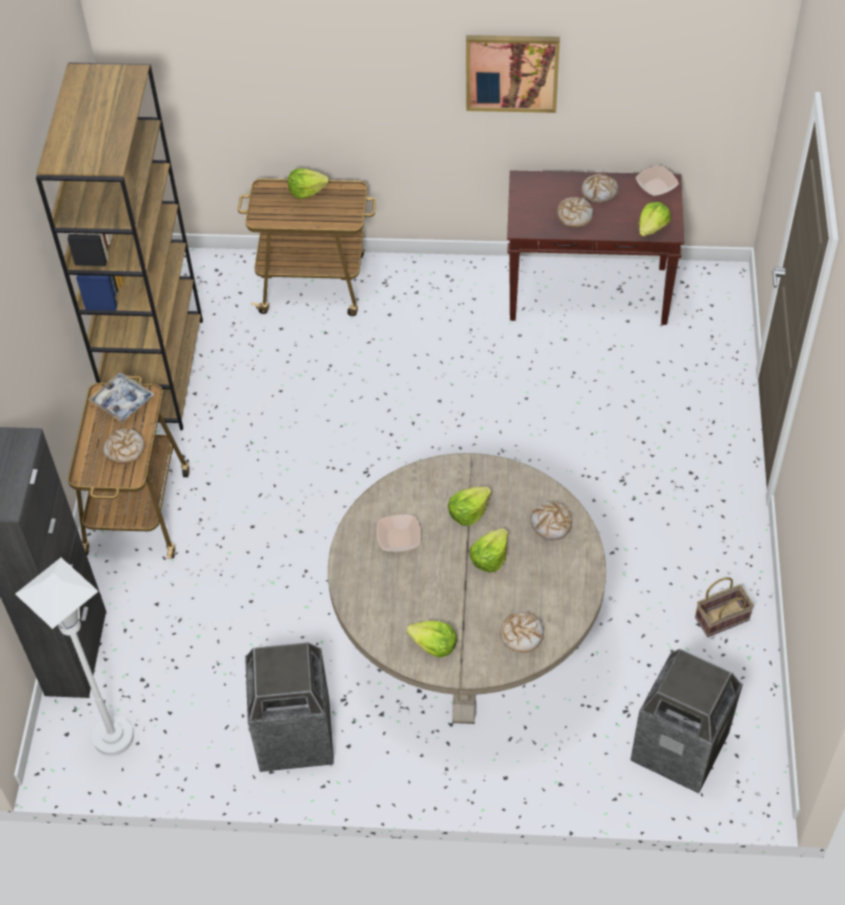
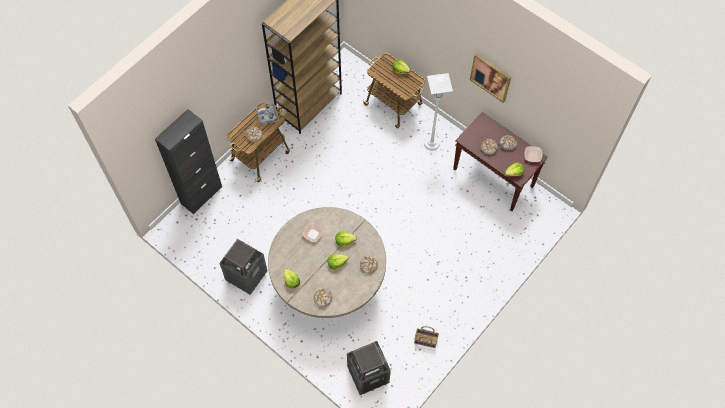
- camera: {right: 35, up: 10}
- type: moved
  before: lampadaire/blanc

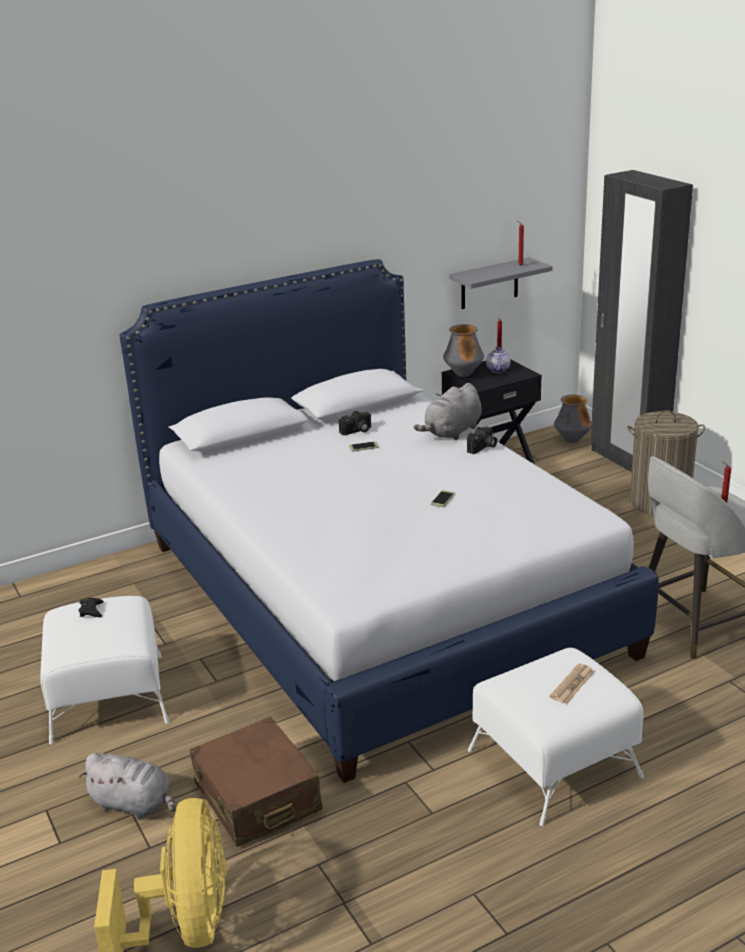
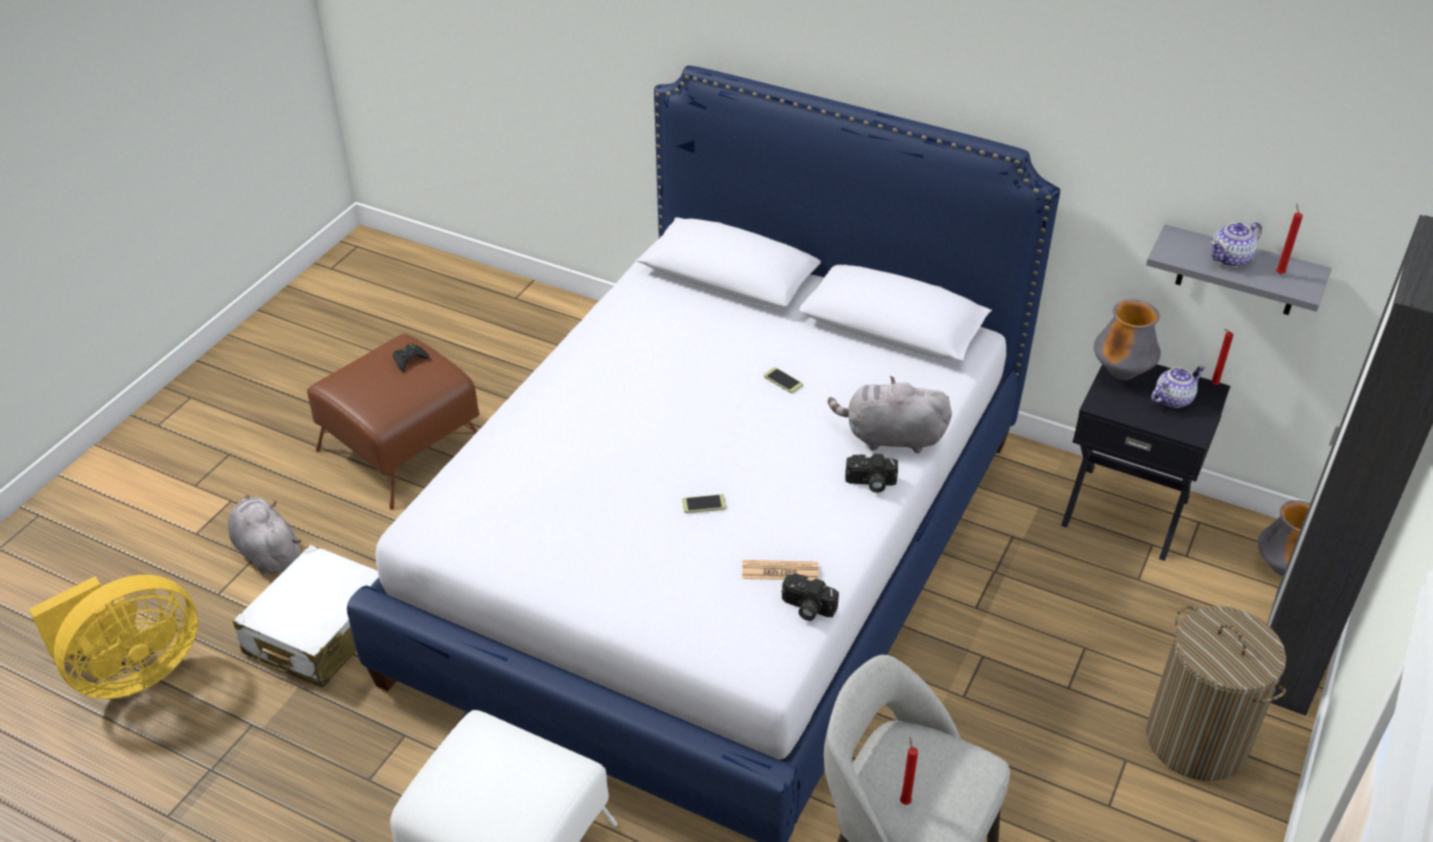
- camera: {right: 55, up: 15}
- type: moved
  before: appareil photo (1st from left)
- type: recoloured
  before: pouf/blanc (1st from left)
  after: pouf/marron
- type: moved
  before: journal
- type: recoloured
  before: valise/marron
  after: valise/blanc
- type: turned
  before: peluche/gris (1st from left)
  turn: 150
- type: added
  after: théière (2nd from left)

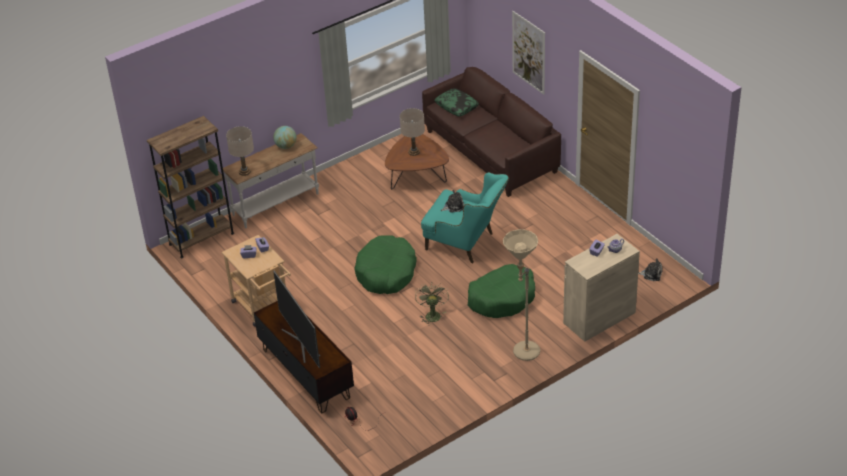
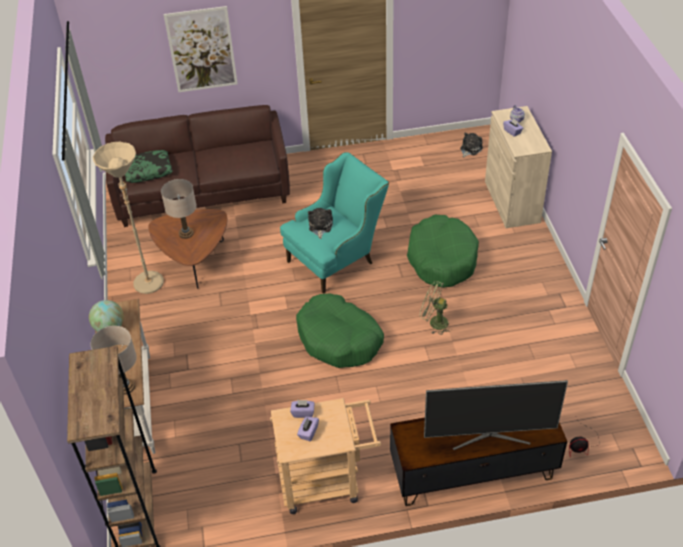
- camera: {right: -65, up: 5}
- type: moved
  before: lampadaire/beige

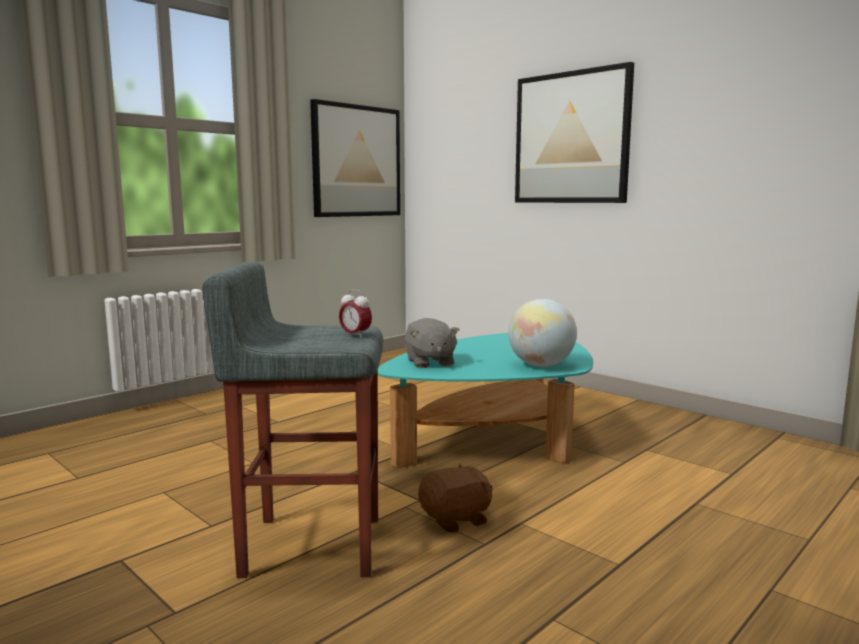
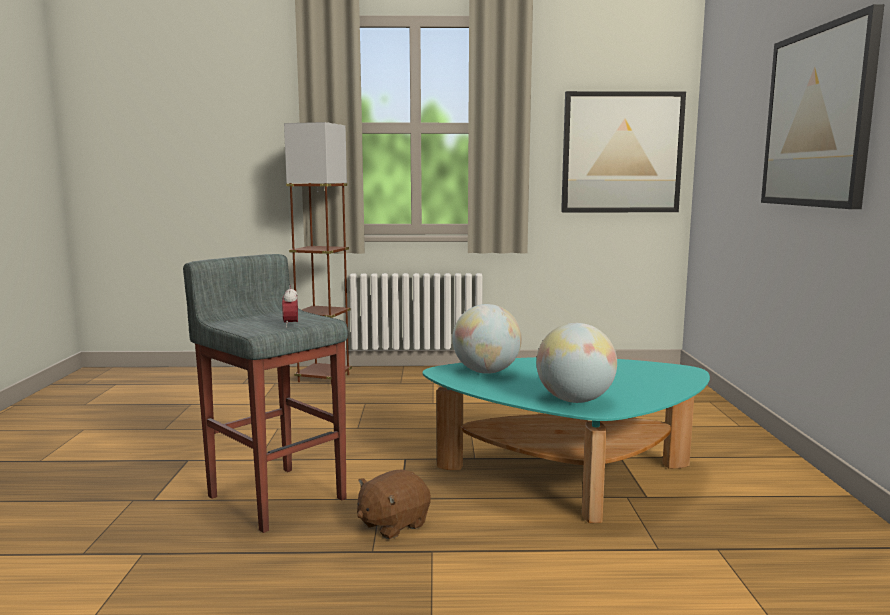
- camera: {right: 45, up: 0}
- type: replaced
  before: peluche/gris
  after: globe (1st from left)
- type: turned
  before: peluche/marron
  turn: 120
- type: added
  after: lampadaire/marron

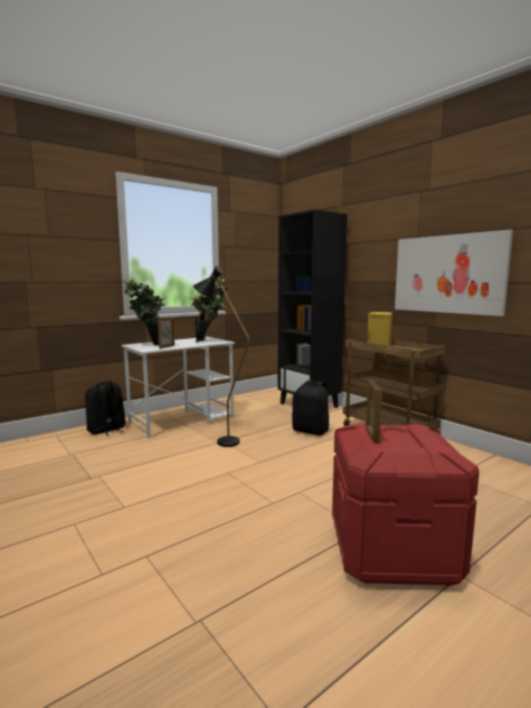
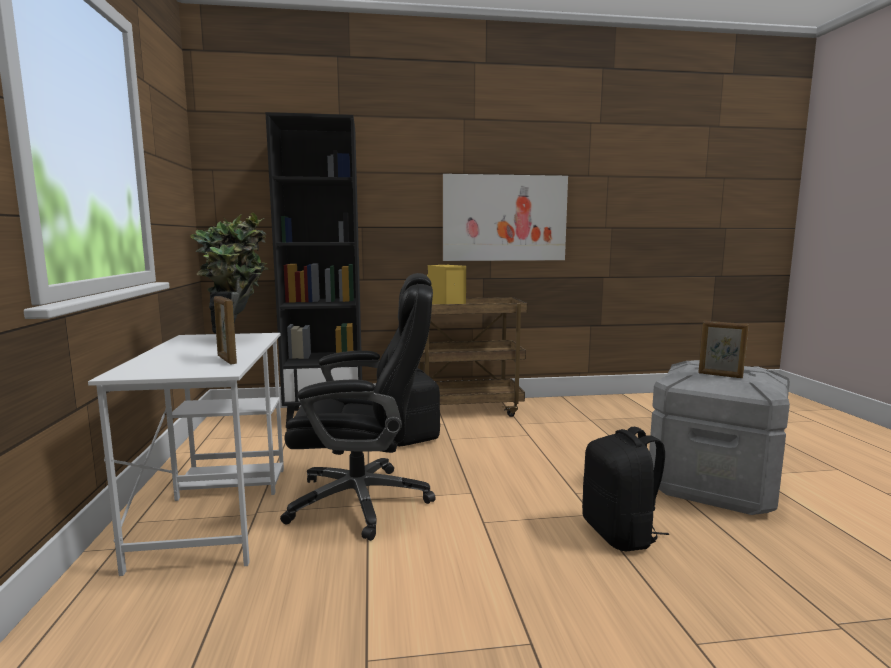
- camera: {right: -60, up: 0}
- type: replaced
  before: lampadaire/noir
  after: chaise de bureau/noir
- type: removed
  before: plante en pot (1st from left)
- type: moved
  before: sac à dos/noir (1st from left in the first image)
  after: sac à dos/noir (2nd from left)
- type: recoloured
  before: boîte de rangement/rouge
  after: boîte de rangement/gris

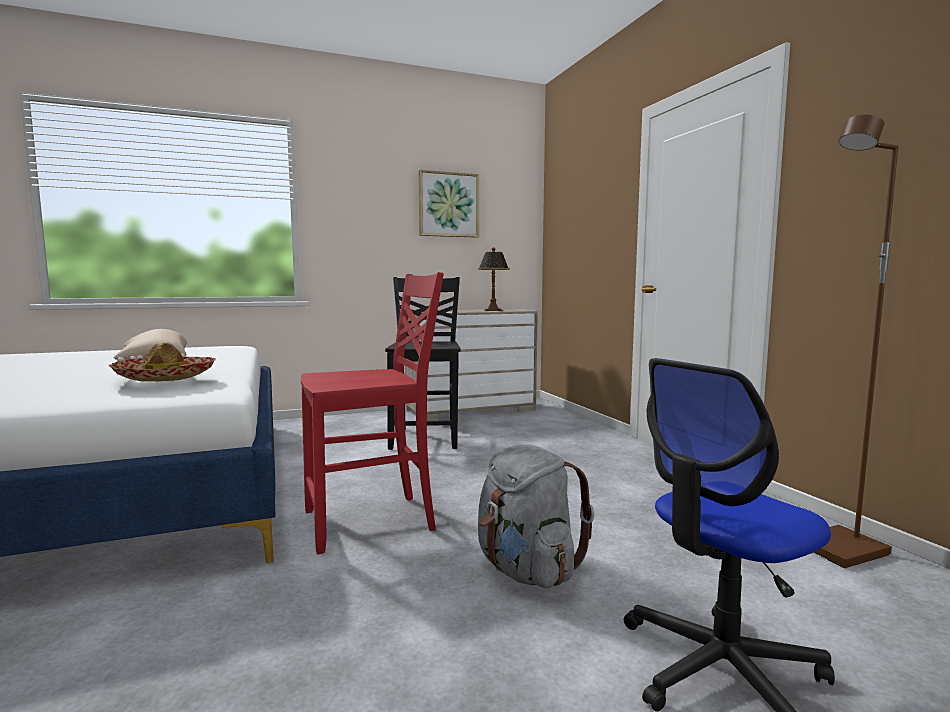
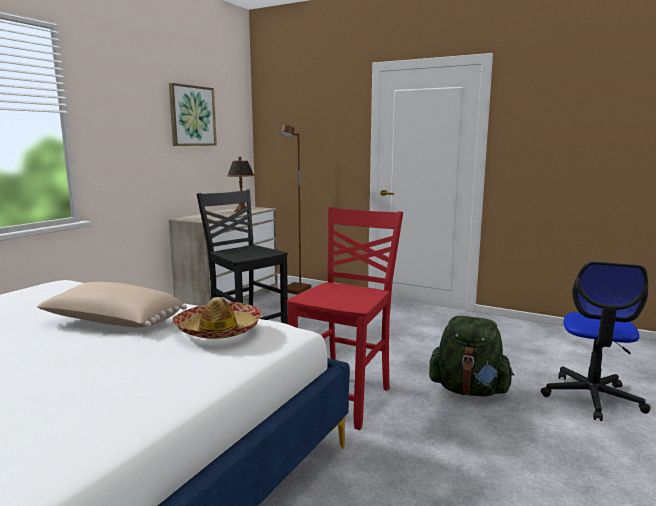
- camera: {right: -40, up: 5}
- type: moved
  before: lampadaire/marron
- type: recoloured
  before: sac à dos/gris
  after: sac à dos/vert

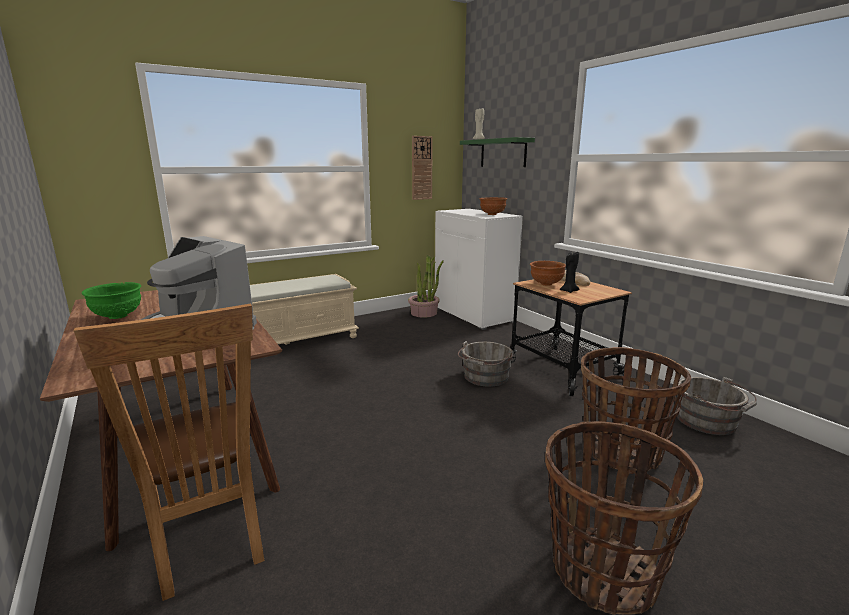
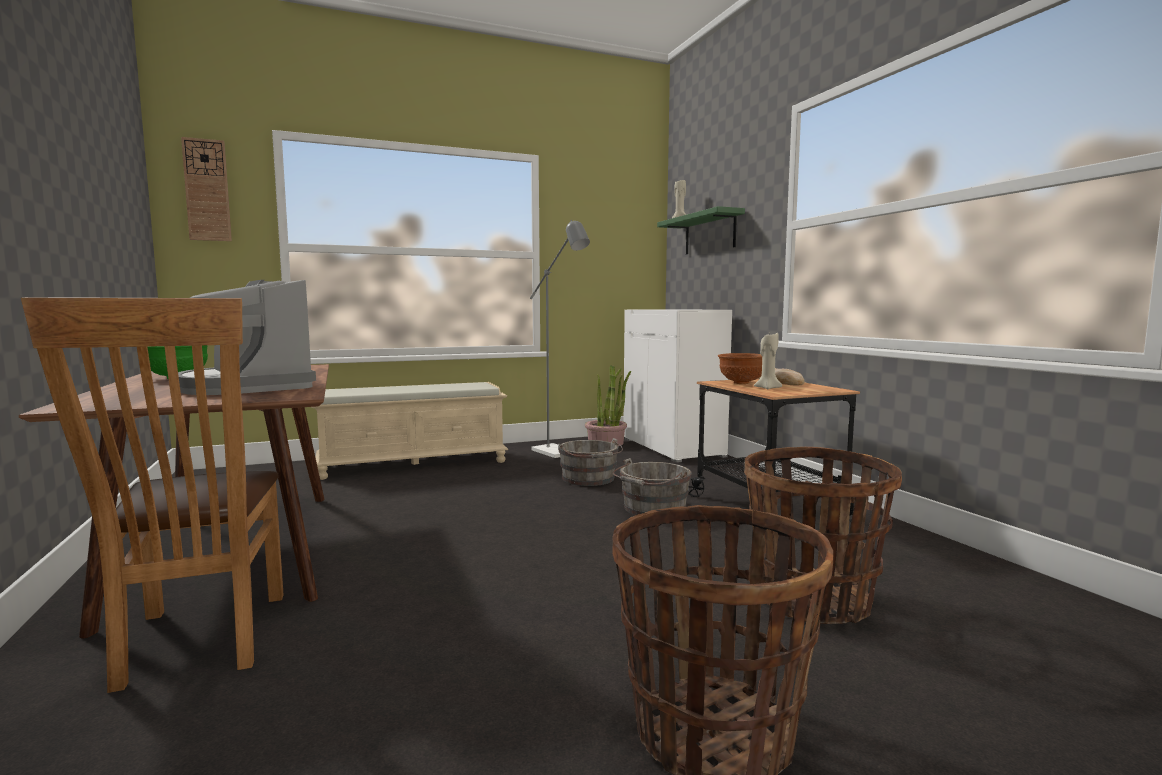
- camera: {right: 10, up: -10}
- type: moved
  before: horloge murale
- type: removed
  before: bol/marron (1st from left)
- type: recoloured
  before: bougie/noir
  after: bougie/beige (2nd from left)
- type: moved
  before: seau/gris (2nd from left in the first image)
  after: seau/gris (1st from left)
- type: added
  after: lampadaire/gris

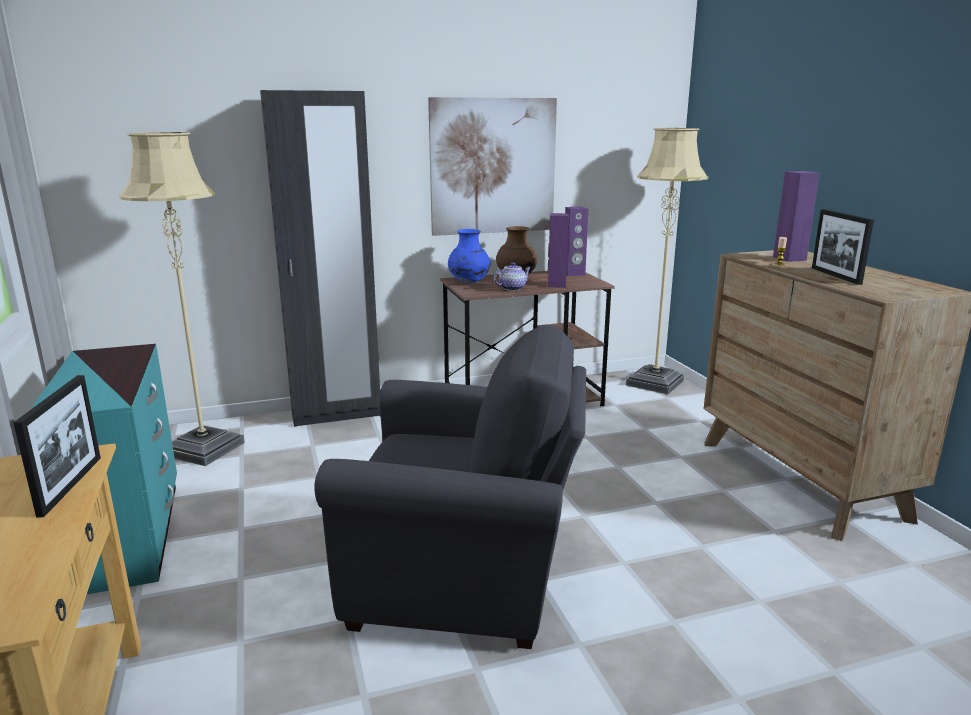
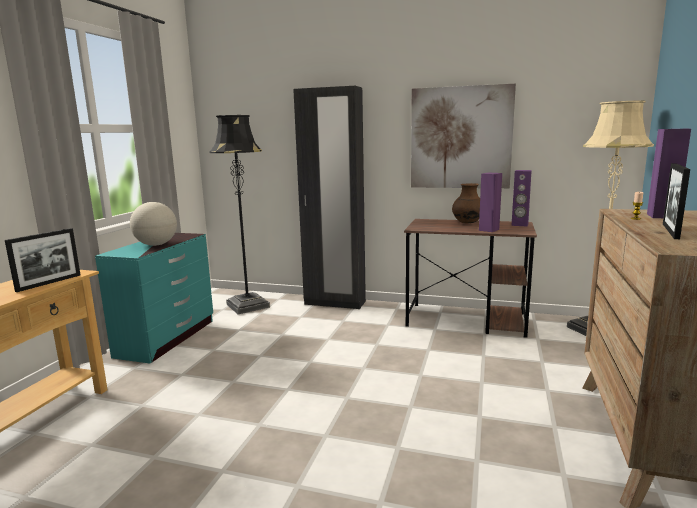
- camera: {right: 35, up: -5}
- type: recoloured
  before: lampadaire/beige (1st from left)
  after: lampadaire/noir
- type: removed
  before: vase/bleu
- type: removed
  before: théière
- type: removed
  before: fauteuil/gris
- type: added
  after: globe

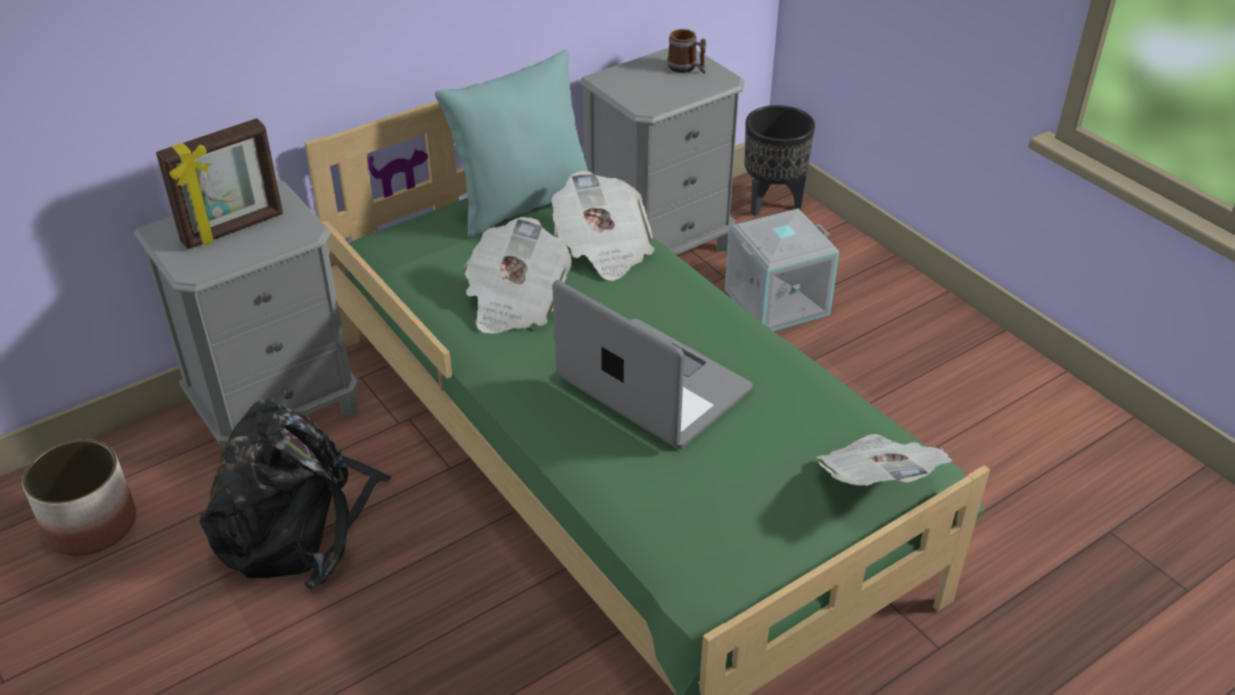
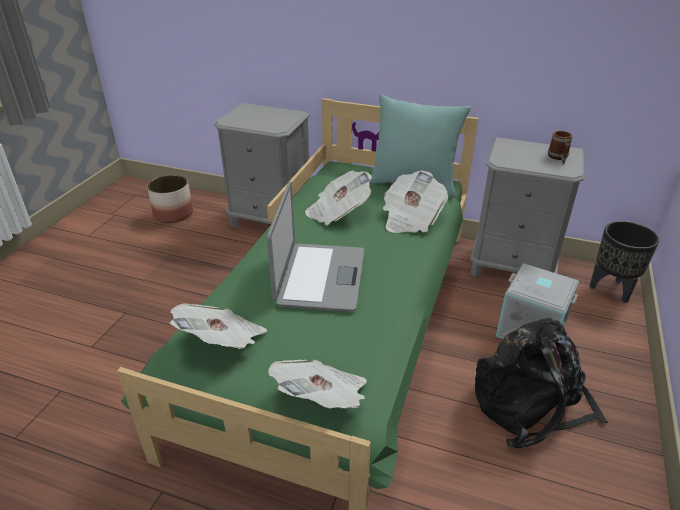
- camera: {right: 55, up: -5}
- type: removed
  before: cadre photo
- type: moved
  before: sac à dos/noir
- type: added
  after: journal (1st from left)

